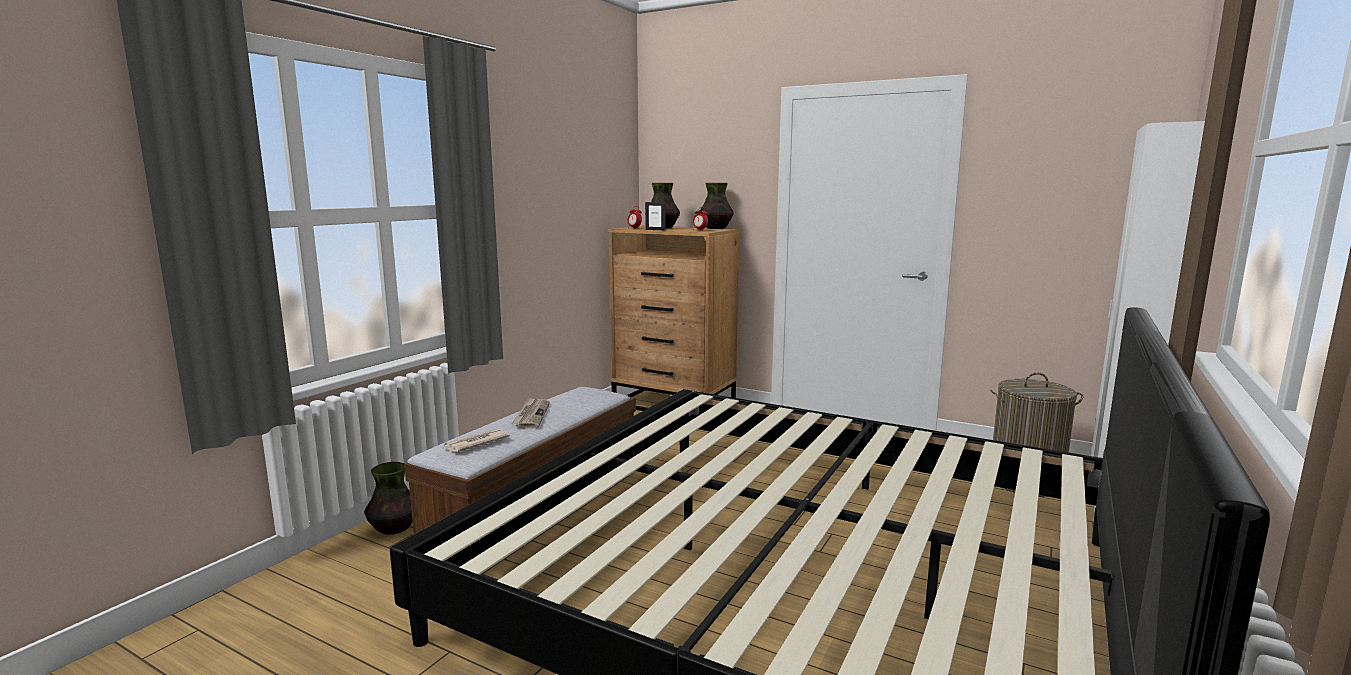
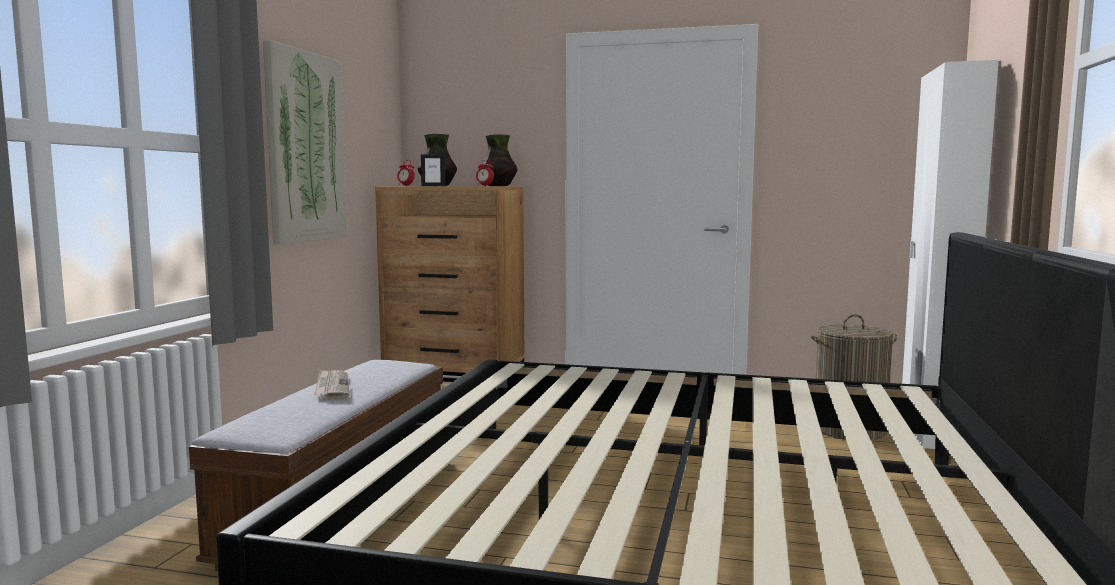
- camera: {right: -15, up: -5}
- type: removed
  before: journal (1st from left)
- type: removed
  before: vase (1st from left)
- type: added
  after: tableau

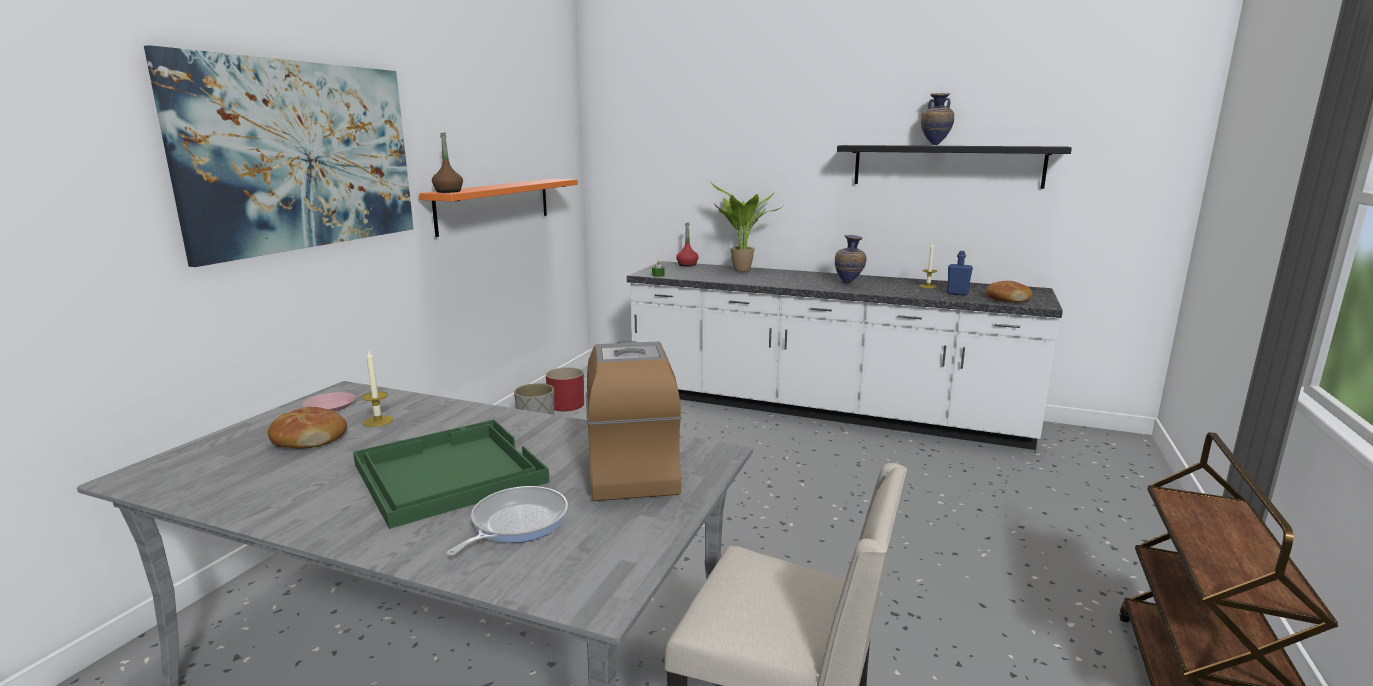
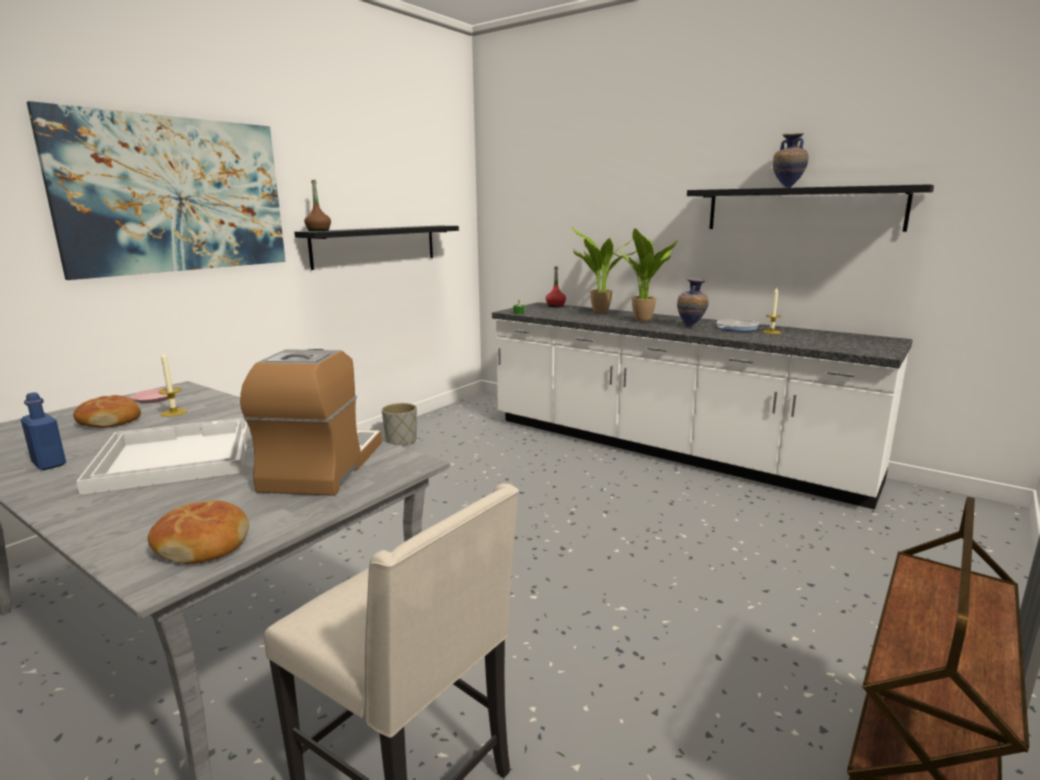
- camera: {right: 15, up: 0}
- type: recoloured
  before: étagère/orange
  after: étagère/noir (1st from left)
- type: moved
  before: bouteille/bleu
- type: moved
  before: pain (2nd from left)
- type: removed
  before: cache-pot/rouge
- type: recoloured
  before: plateau/vert
  after: plateau/blanc
- type: moved
  before: poêle
- type: added
  after: plante en pot (2nd from left)

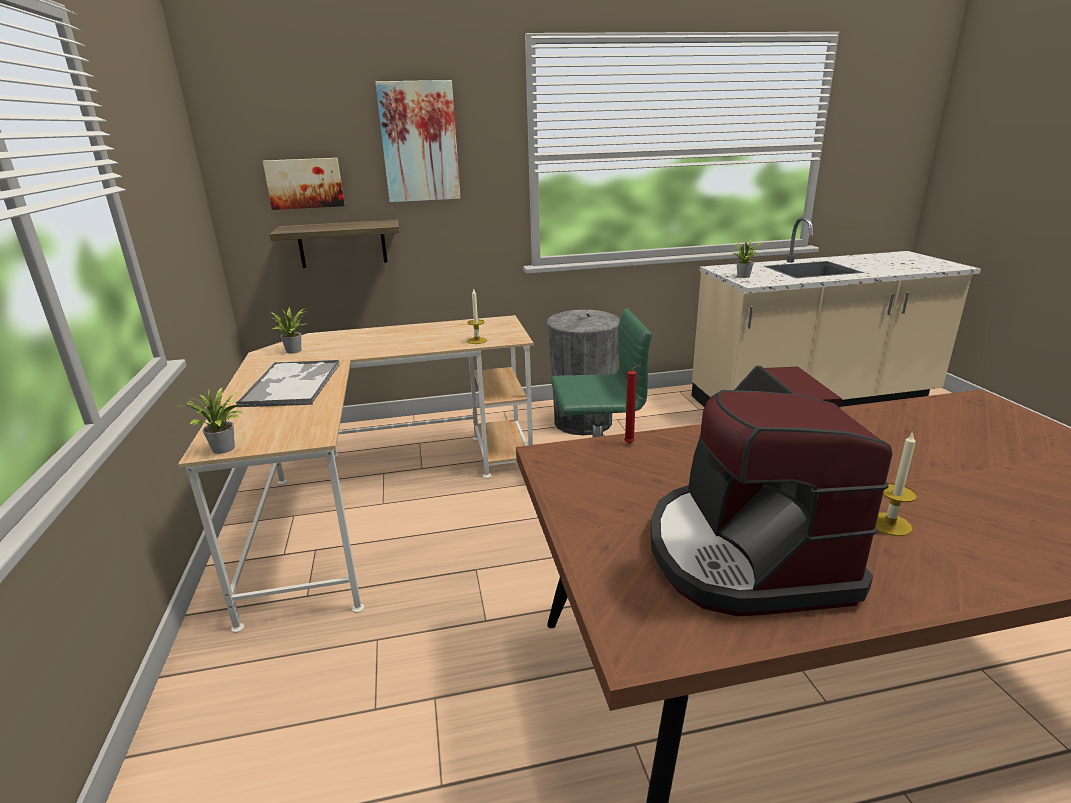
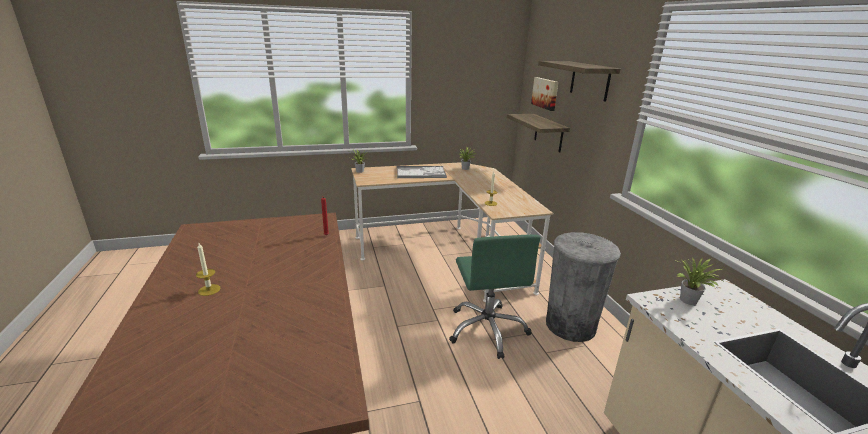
- camera: {right: 85, up: 0}
- type: replaced
  before: tableau (2nd from left)
  after: étagère (2nd from left)
- type: removed
  before: machine à café

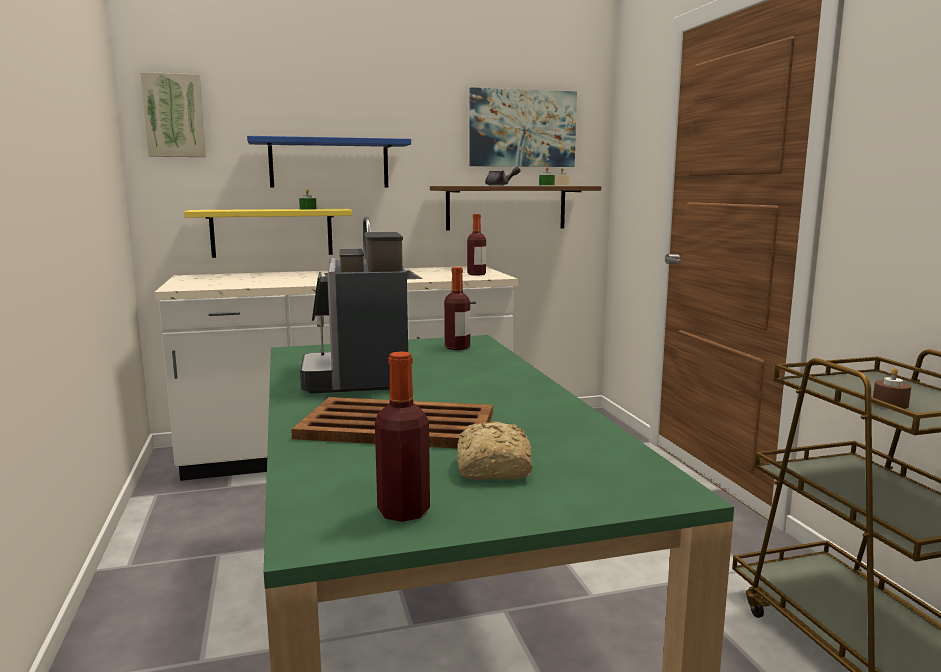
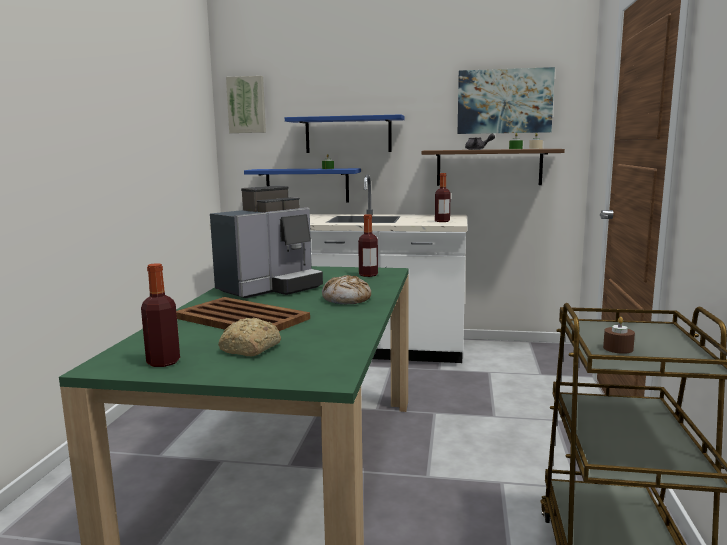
- camera: {right: 25, up: 0}
- type: recoloured
  before: étagère/jaune
  after: étagère/bleu (1st from left)
- type: turned
  before: machine à café
  turn: -150
- type: added
  after: pain (2nd from left)

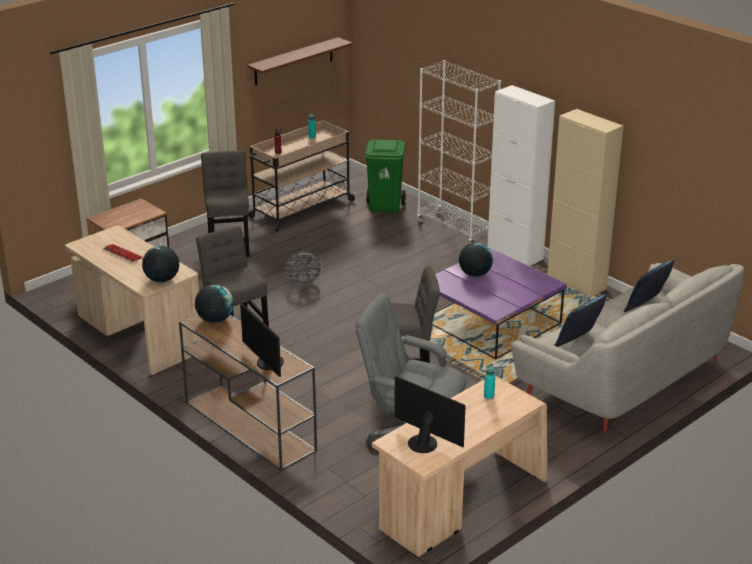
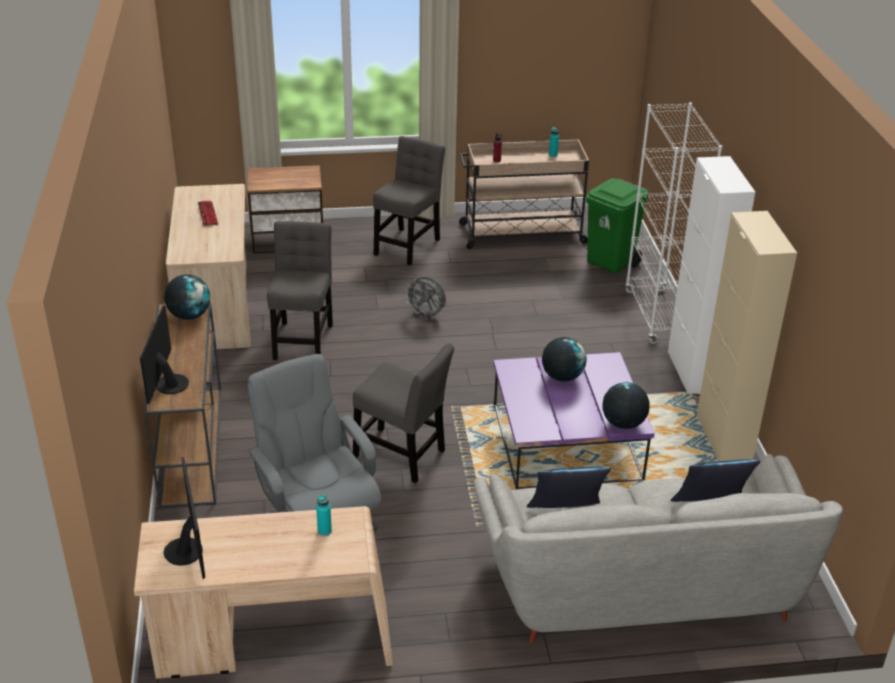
- camera: {right: 35, up: 5}
- type: removed
  before: étagère/marron
- type: moved
  before: globe (1st from left in the first image)
  after: globe (3rd from left)

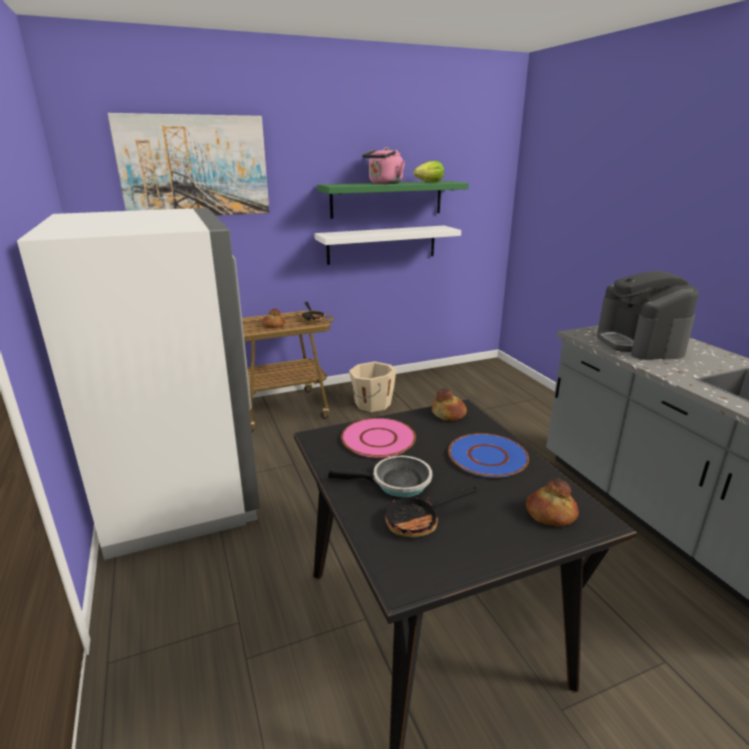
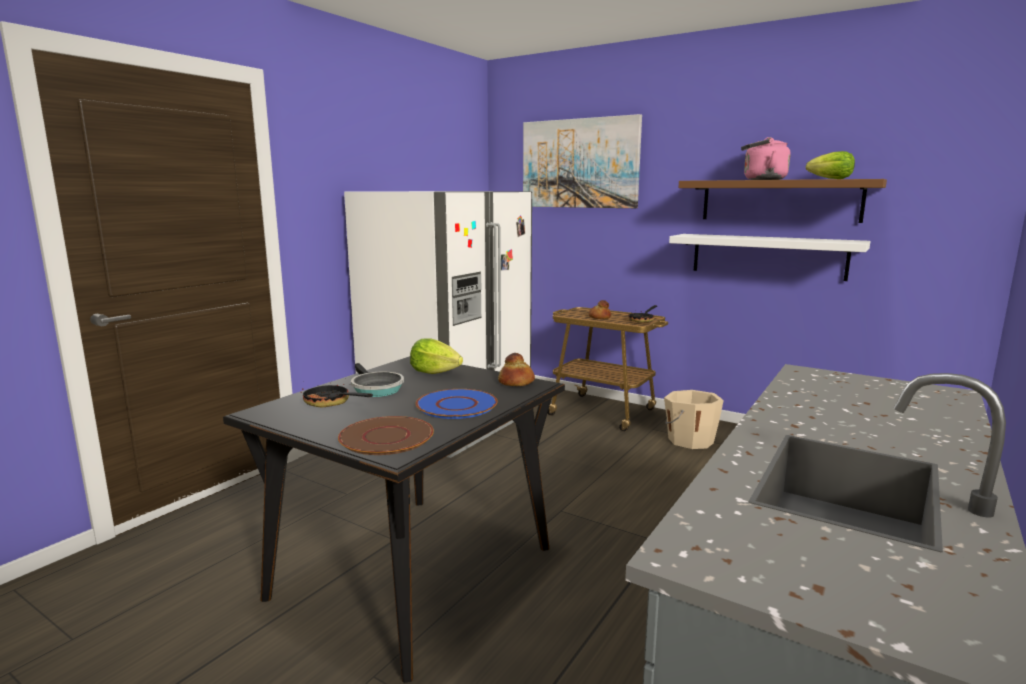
- camera: {right: 55, up: -10}
- type: recoloured
  before: étagère/vert
  after: étagère/marron
- type: removed
  before: machine à café
- type: replaced
  before: assiette/rose
  after: laitue (1st from left)
- type: replaced
  before: pain (3rd from left)
  after: assiette/marron

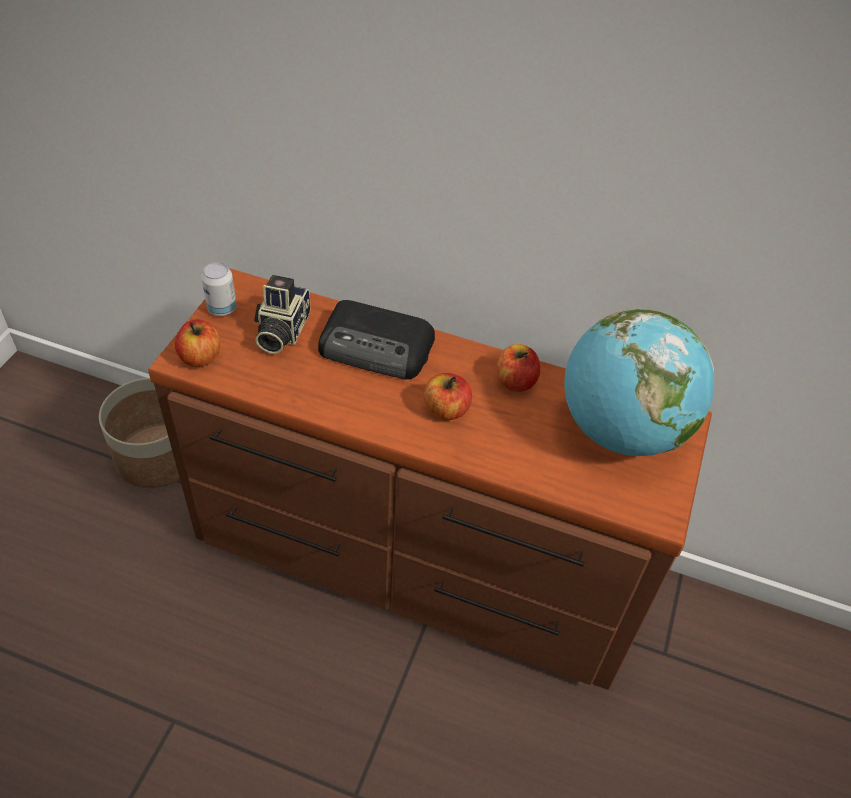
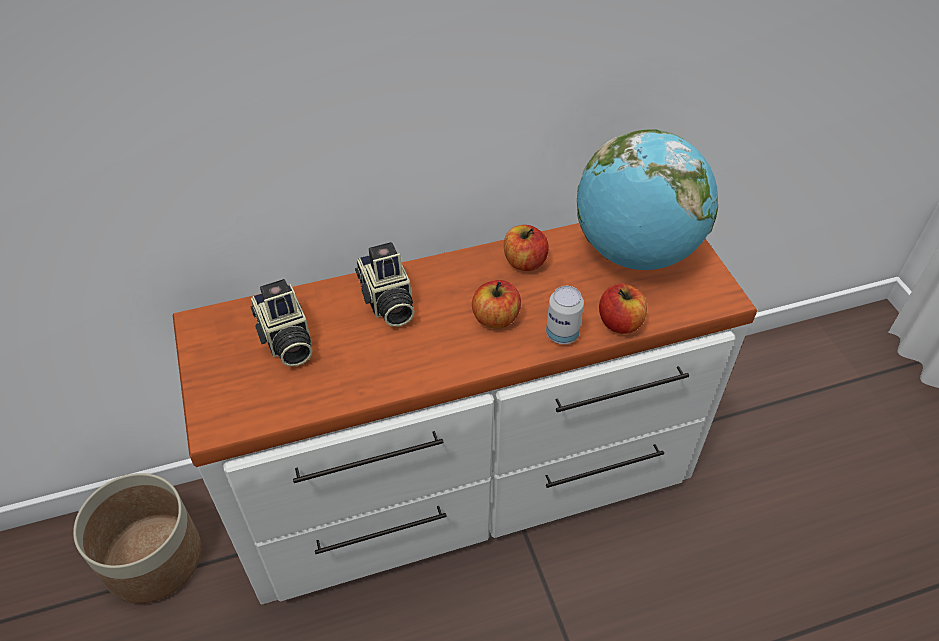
- camera: {right: -35, up: 0}
- type: moved
  before: boîte métallique
- type: recoloured
  before: commode/marron
  after: commode/blanc
- type: replaced
  before: radio
  after: appareil photo (2nd from left)
- type: moved
  before: pomme (1st from left in the first image)
  after: pomme (3rd from left)

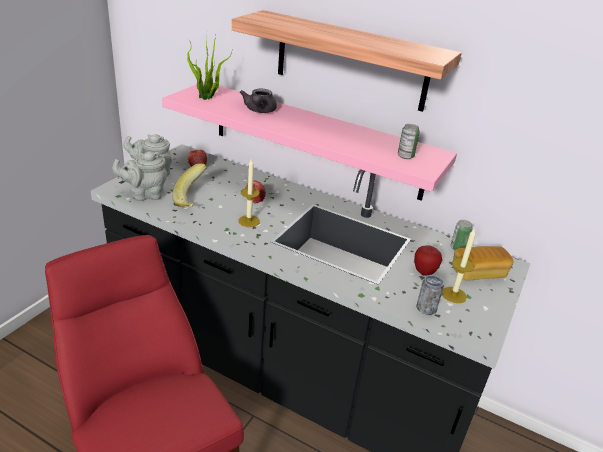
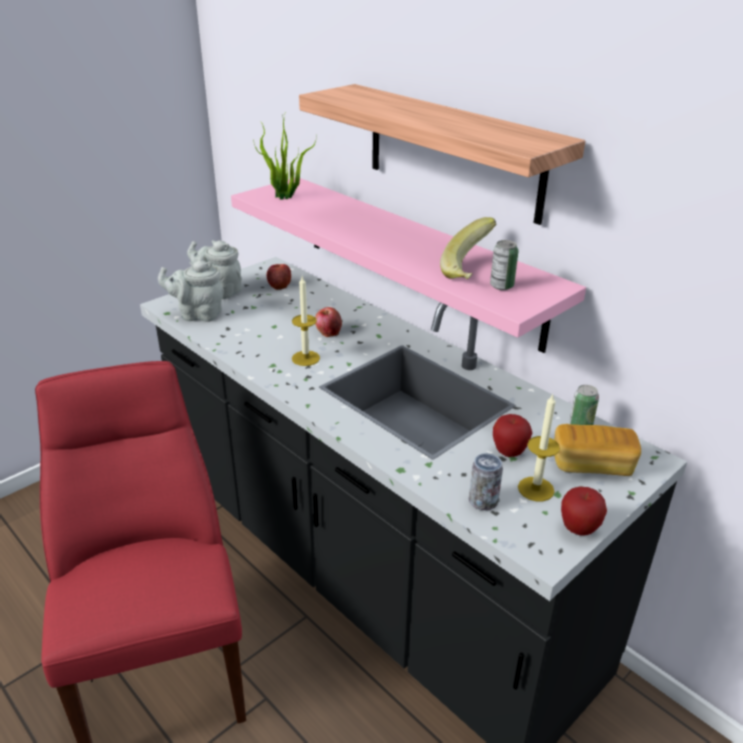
- camera: {right: 20, up: 0}
- type: removed
  before: théière/gris (3rd from left)
- type: moved
  before: banane
- type: added
  after: pomme (4th from left)

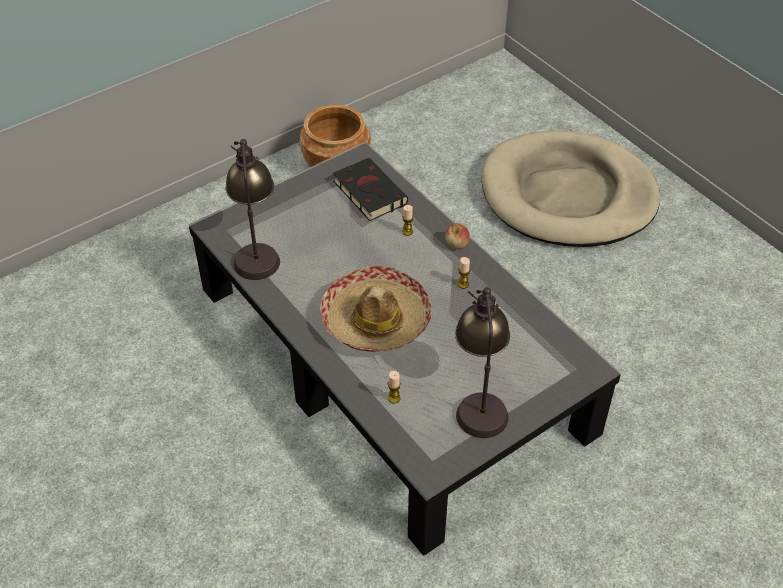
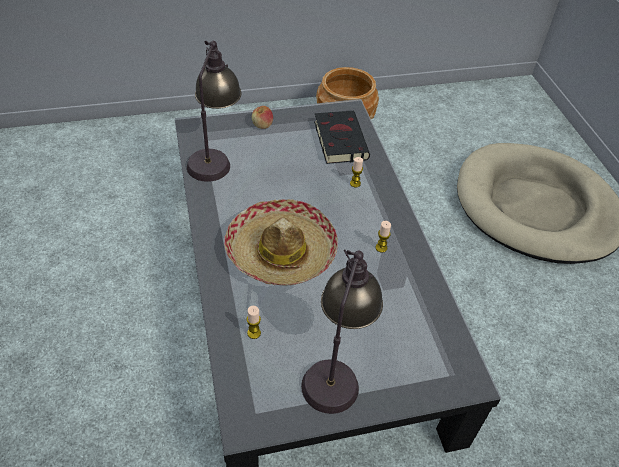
- camera: {right: 20, up: 0}
- type: moved
  before: pomme

